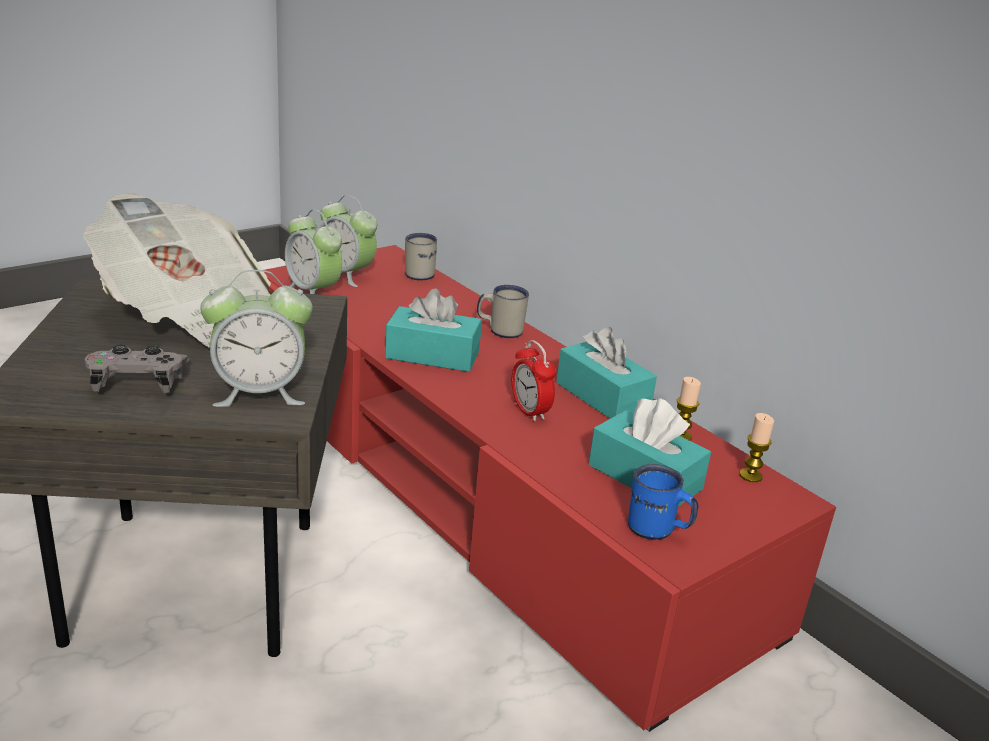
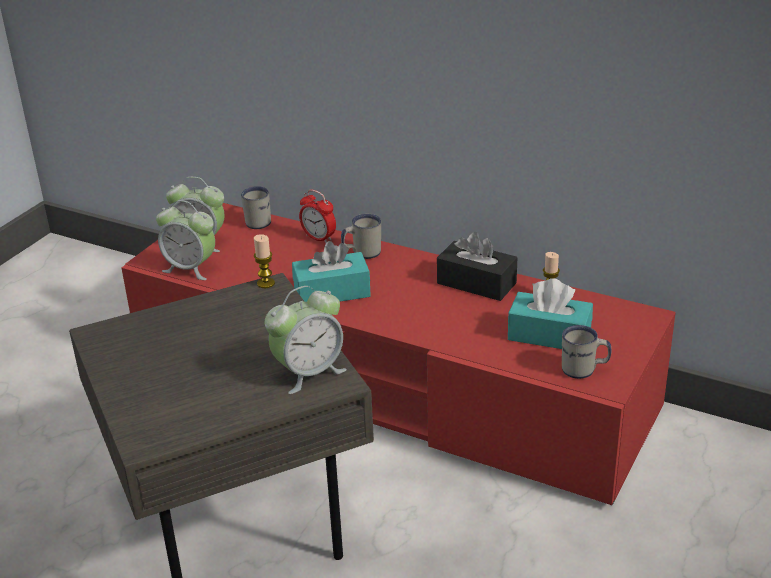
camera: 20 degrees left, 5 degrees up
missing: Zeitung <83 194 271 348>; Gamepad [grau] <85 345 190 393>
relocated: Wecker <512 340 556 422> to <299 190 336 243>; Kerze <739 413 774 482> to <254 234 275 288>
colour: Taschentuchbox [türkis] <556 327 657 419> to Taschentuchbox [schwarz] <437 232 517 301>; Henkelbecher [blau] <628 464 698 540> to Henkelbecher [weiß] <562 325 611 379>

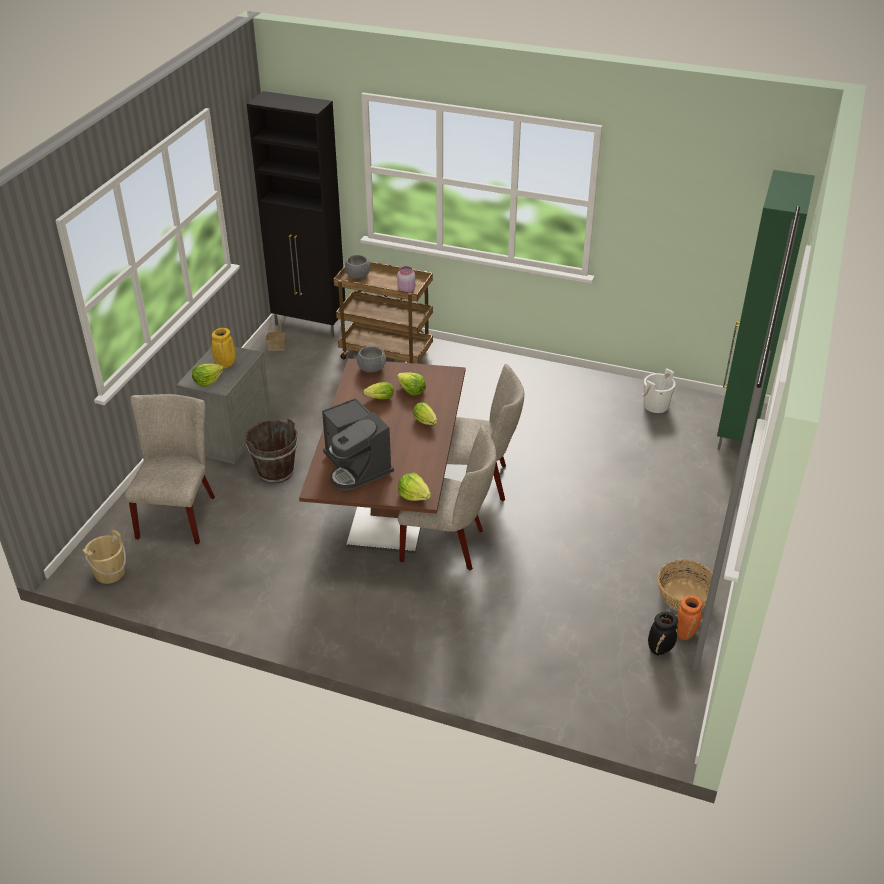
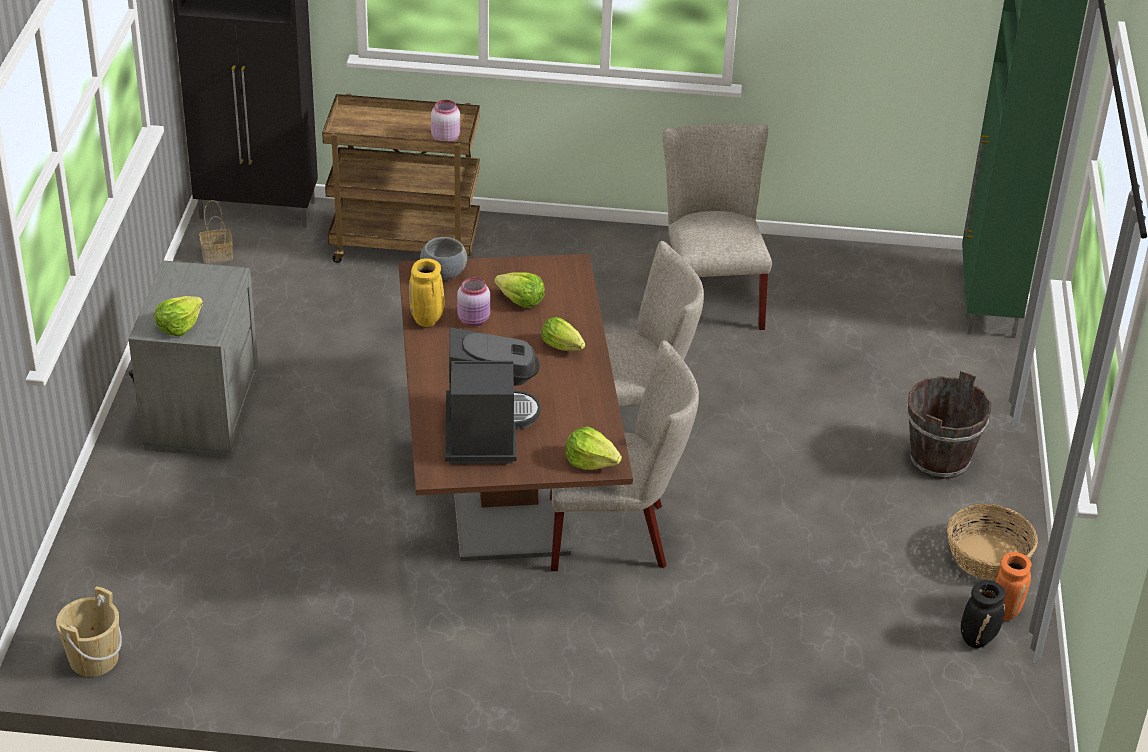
camera: 15 degrees left, 0 degrees up
missing: Schüssel [grau] <345 255 371 279>; Eimer [weiß] <642 368 676 413>
relocated: Stuhl [beige] <125 394 215 544> to <663 124 772 330>; Vase [gelb] <211 328 236 369> to <409 258 444 327>; Eimer [braun] <245 418 298 483> to <907 371 991 479>
exchanged: Salatkopf <363 382 394 399> to Vorratsglas [rosa] <457 278 490 326>
spun: Kaffeemaschine <322 398 394 490> = <445 327 541 464> 135 degrees counterclockwise

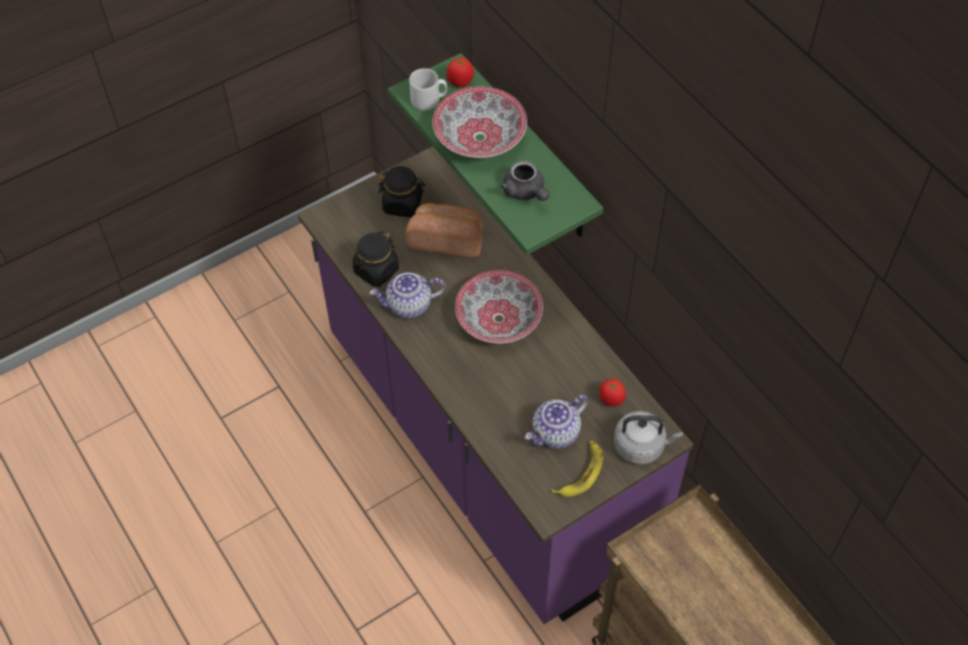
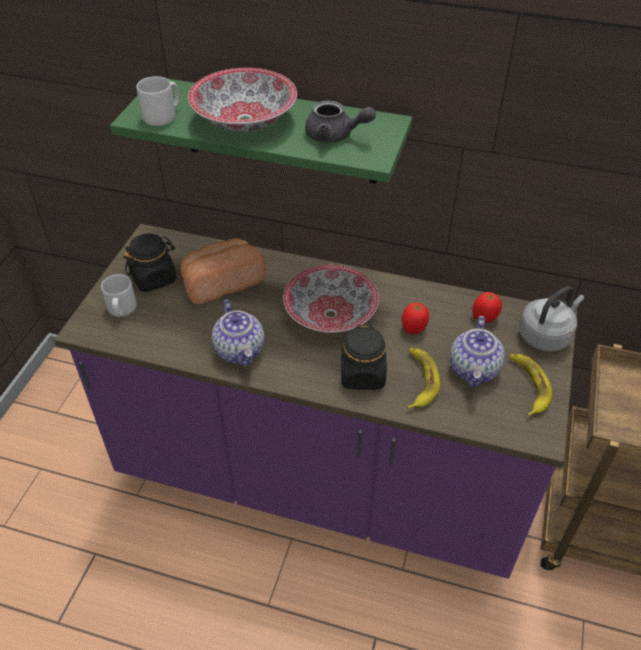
camera: 40 degrees left, 10 degrees down
appeared: Henkelbecher [grau] <101 274 137 317>; Banane <407 348 440 409>
relocated: Vorratsglas [schwarz] <353 231 399 287> to <341 324 387 390>; Tomate <446 57 474 87> to <402 303 429 334>
spun: Teekanne <370 272 446 319> = <212 299 265 367> 60 degrees counterclockwise

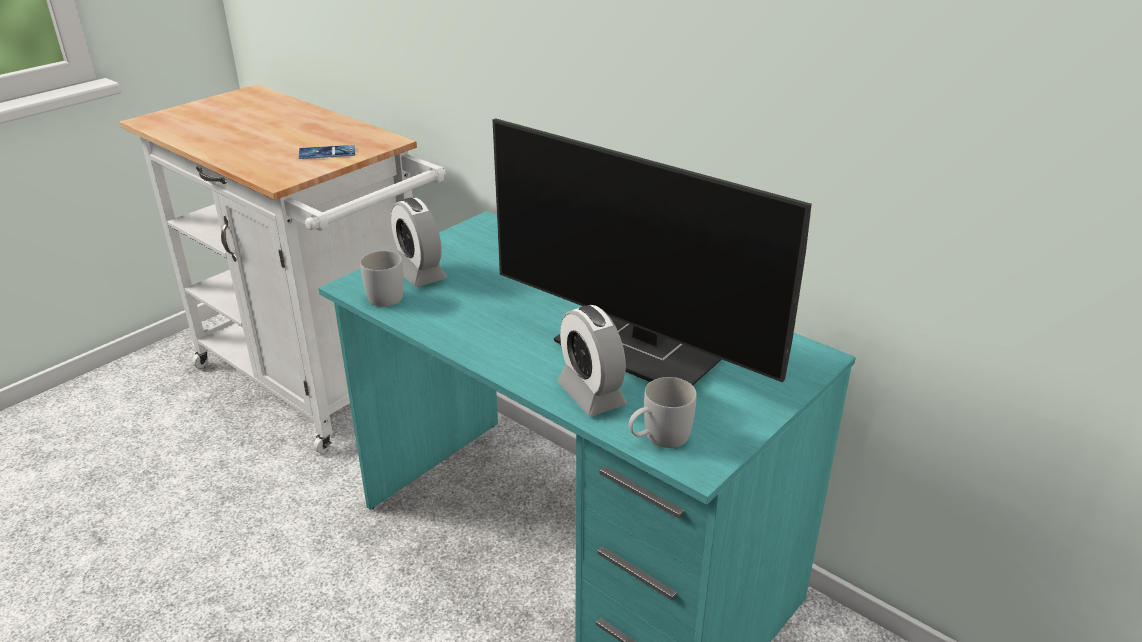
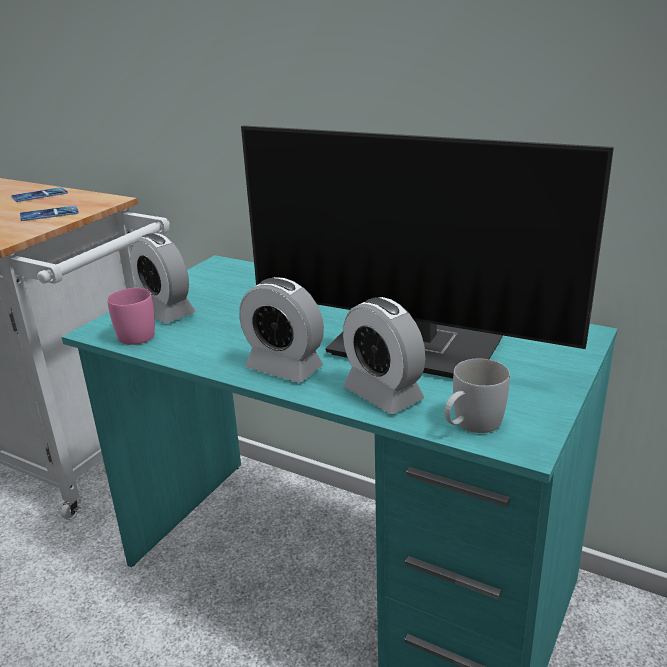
camera: 10 degrees left, 5 degrees down
appeared: Handy <11 187 68 202>; Wecker <239 277 324 383>
colour: Henkelbecher [weiß] <360 251 404 307> to Henkelbecher [rosa] <107 288 155 345>

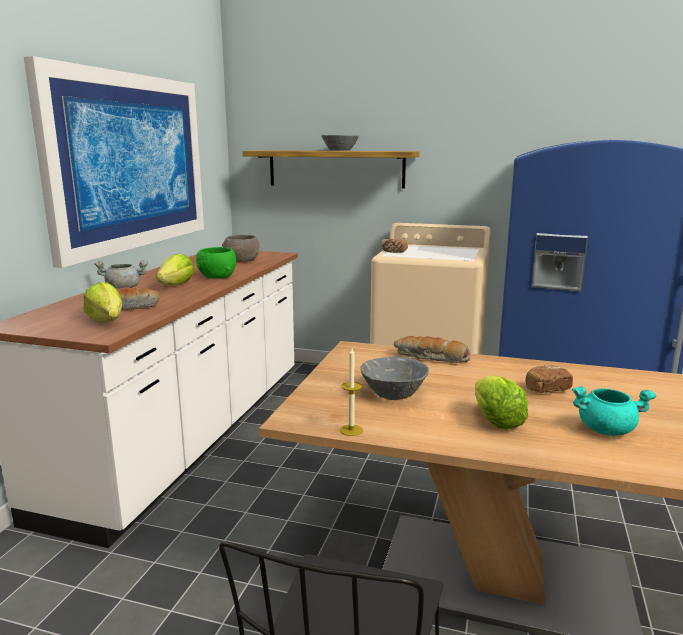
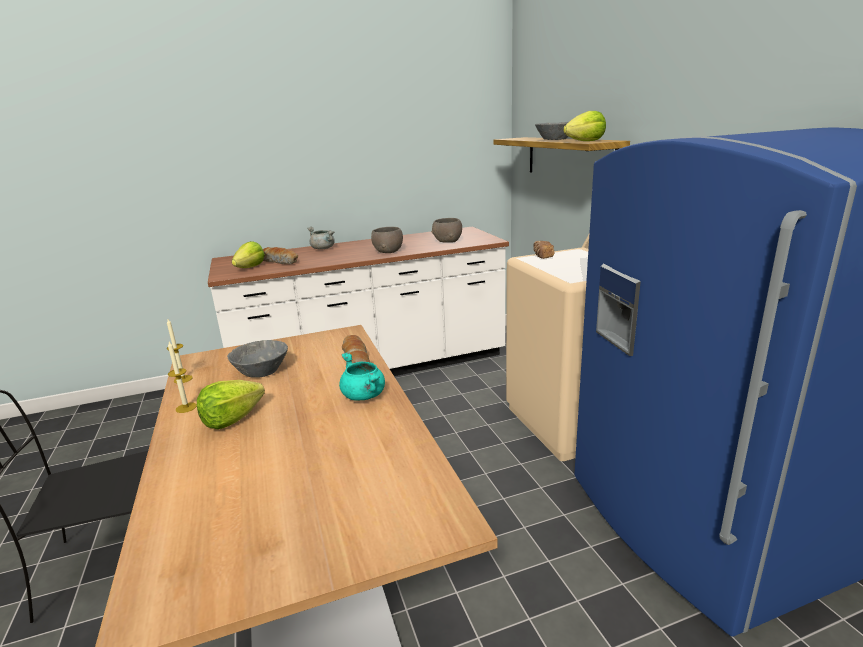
camera: 55 degrees right, 5 degrees up
missing: Bild <24 56 204 268>; Brot <526 365 573 393>
appeared: Kerze <168 342 197 413>
relocated: Salatkopf <156 254 194 285> to <563 111 606 141>; Kochtopf [türkis] <572 386 656 436> to <339 353 385 400>
colour: Schüssel [grün] <196 247 236 278> to Schüssel [grau] <371 227 403 253>

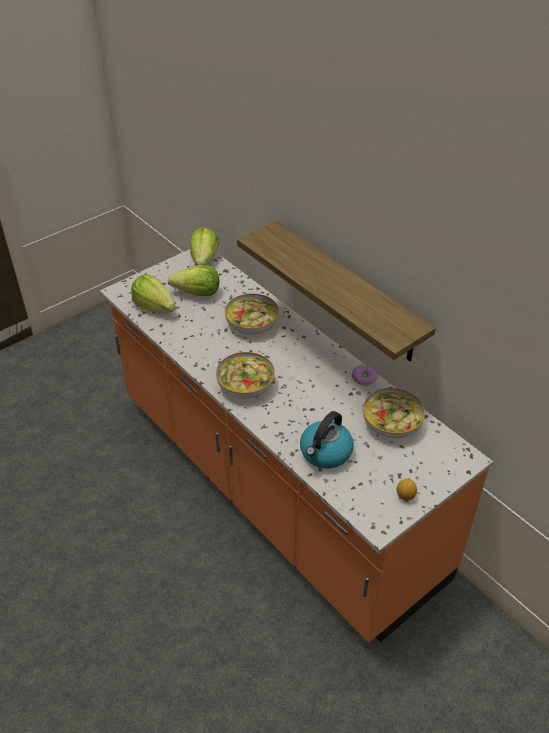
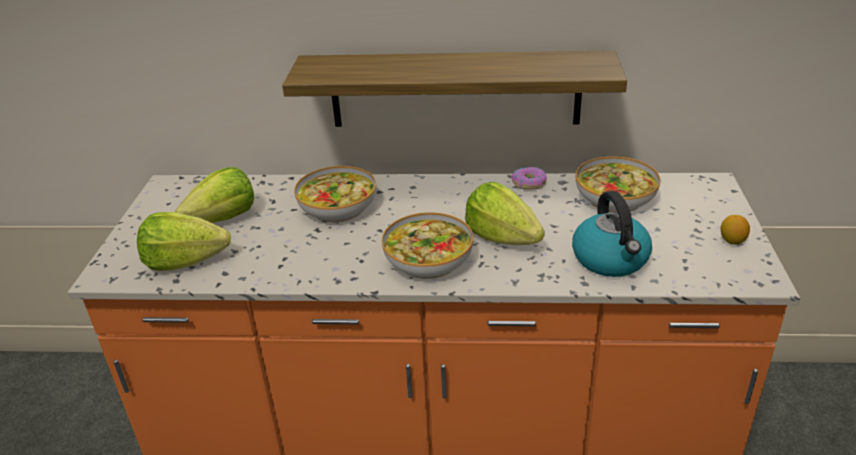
camera: 45 degrees left, 10 degrees down
relocated: Salatkopf <190 227 219 266> to <465 182 545 245>

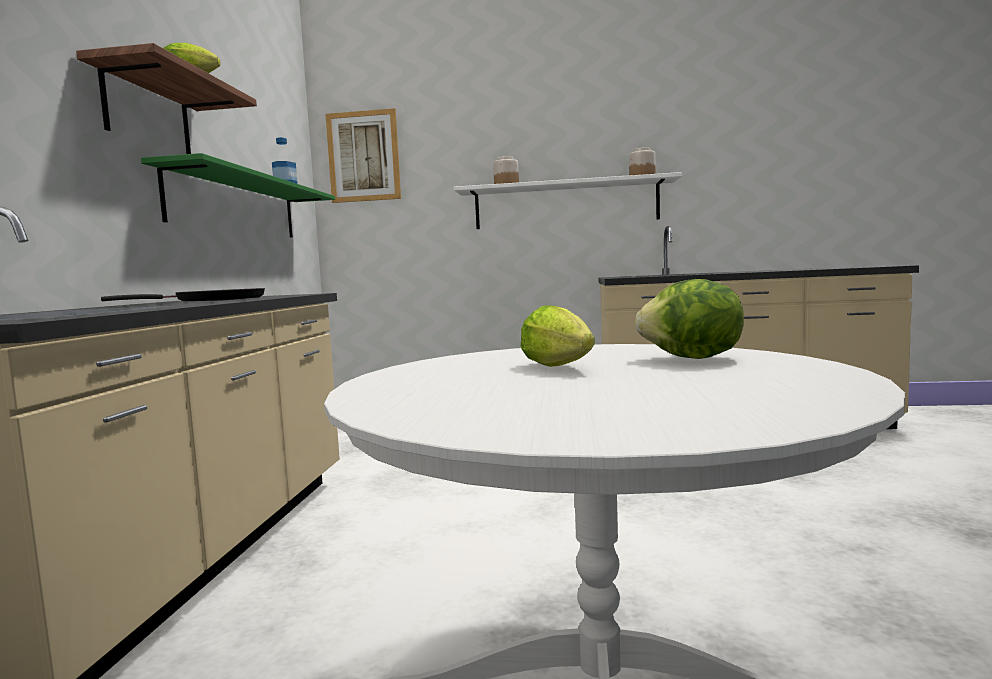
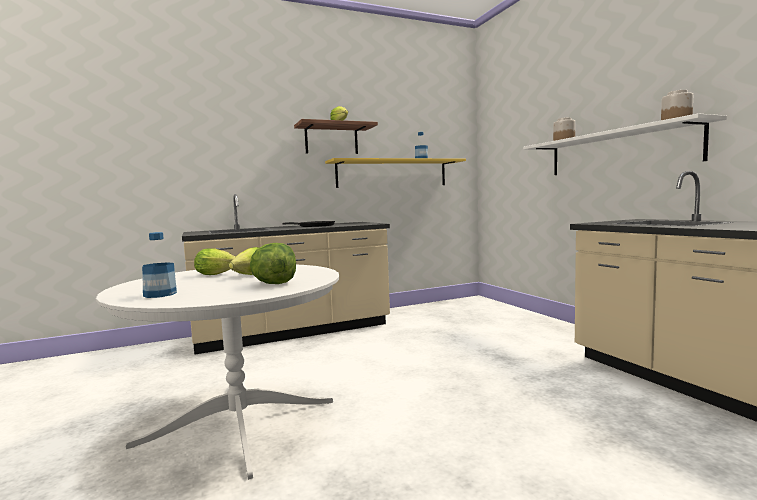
camera: 60 degrees right, 0 degrees up
missing: Bild <325 108 401 203>
appeared: Flasche <142 232 177 298>; Salatkopf <194 248 235 275>
colour: Wandregal [grün] <141 153 335 238> to Wandregal [gelb] <325 158 466 188>

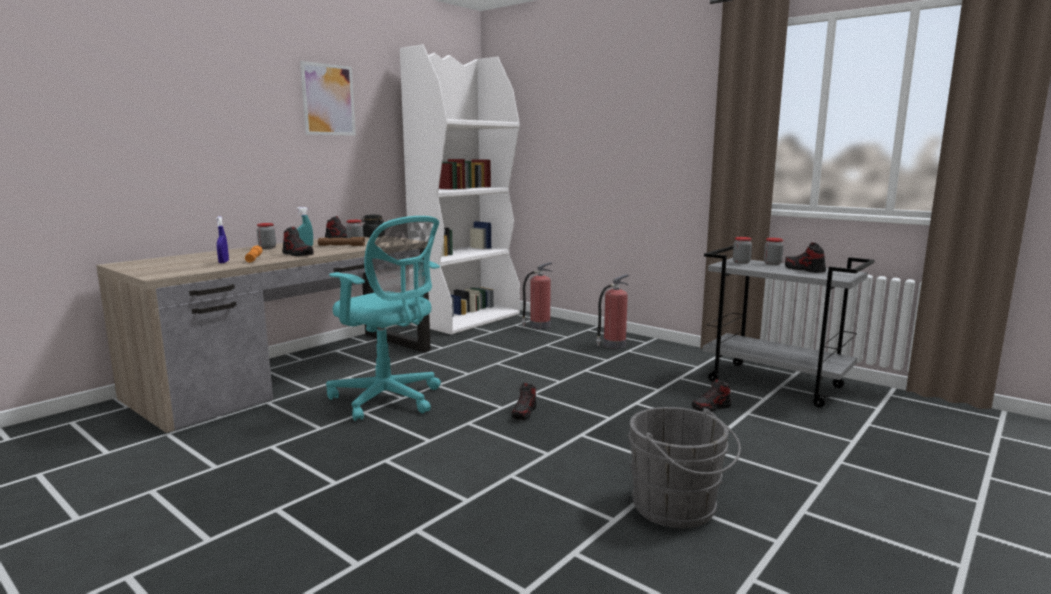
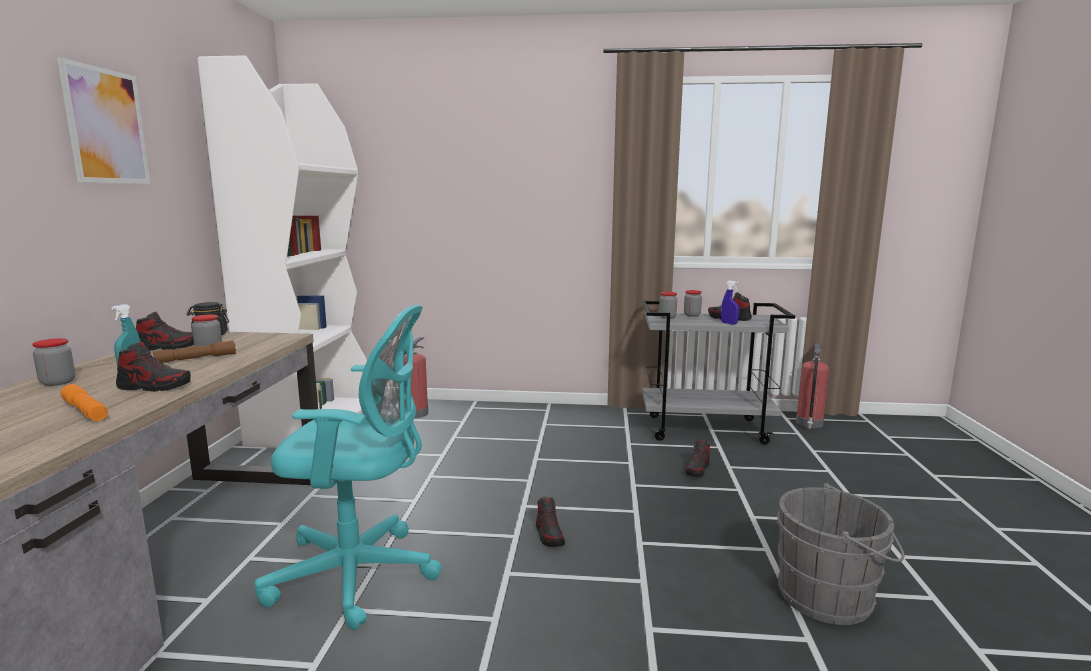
camera: 35 degrees left, 0 degrees up
relocated: Sprühflasche [blau] <216 216 229 263> to <721 280 739 324>; Feuerlöscher <596 274 629 349> to <796 343 829 429>

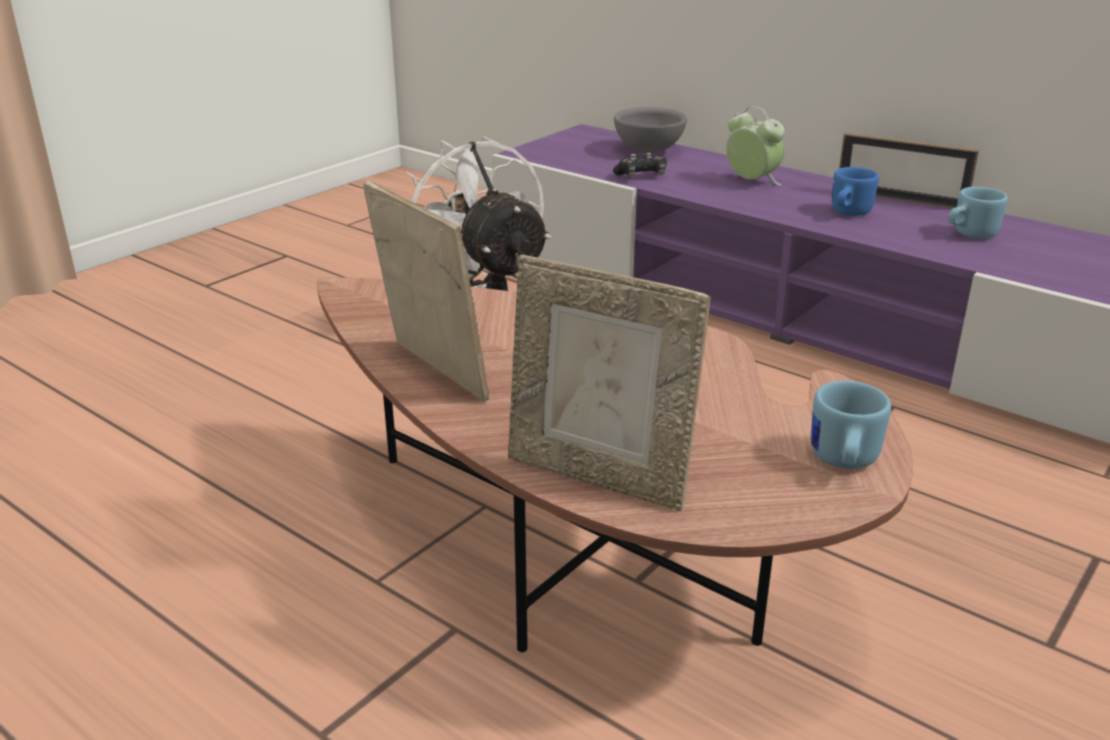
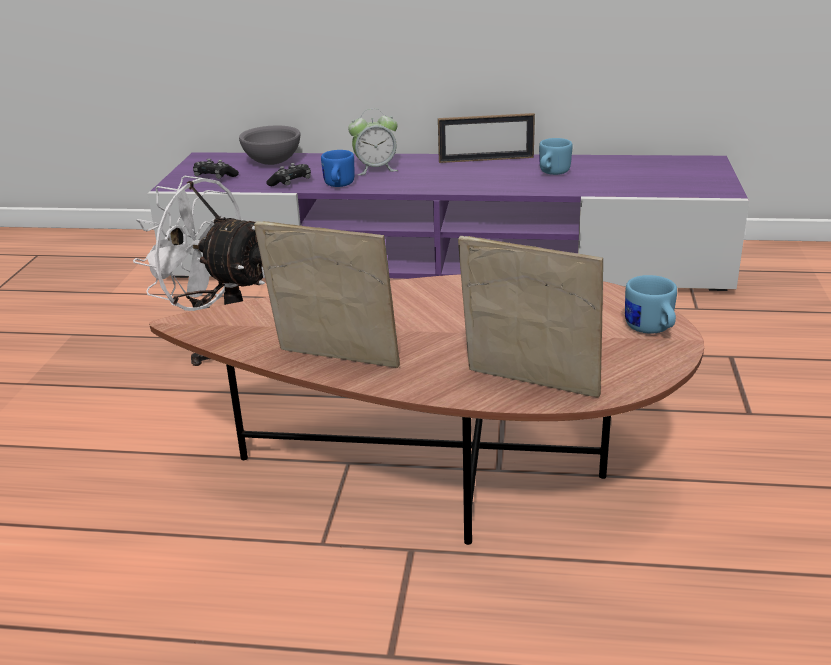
camera: 30 degrees left, 0 degrees up
appeared: Gamepad [schwarz] <193 159 239 179>
relocated: Henkelbecher [blau] <832 167 879 216> to <321 150 355 187>
spun: Bilderrahmen <508 255 711 511> = <458 236 603 398> 150 degrees counterclockwise; Wecker <726 106 784 186> = <348 109 398 175> 150 degrees clockwise

